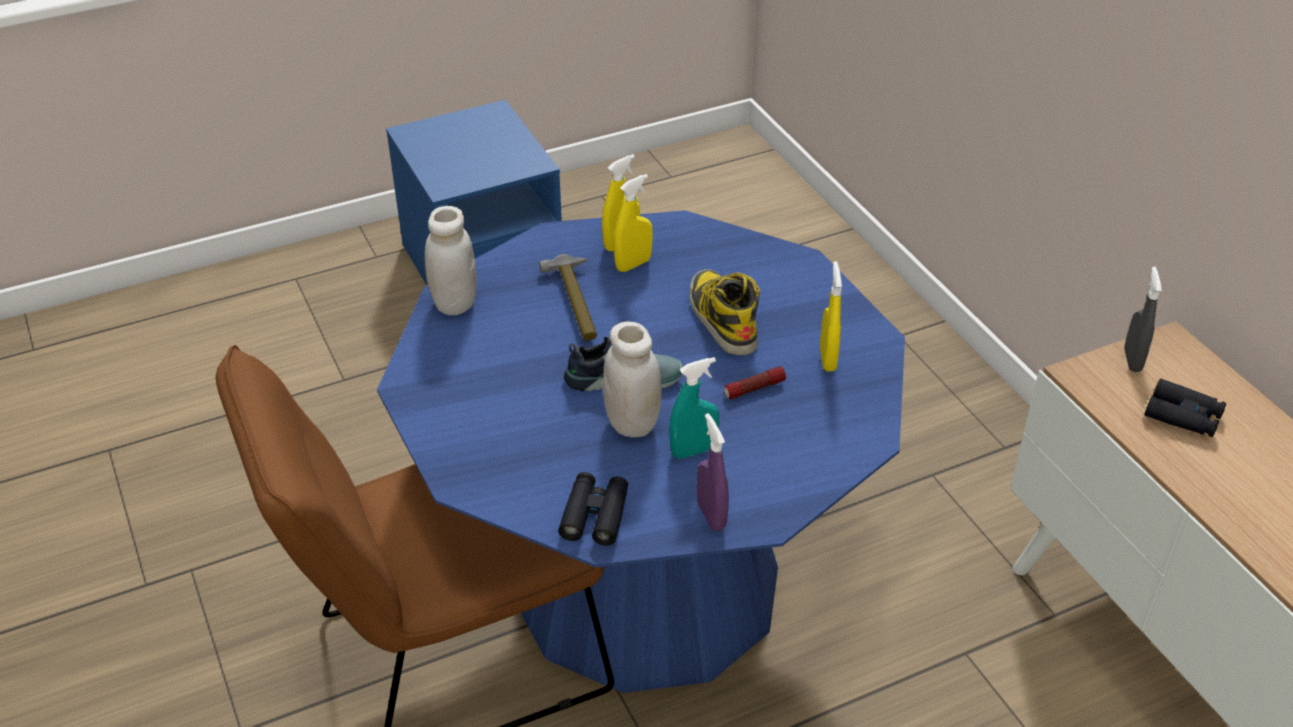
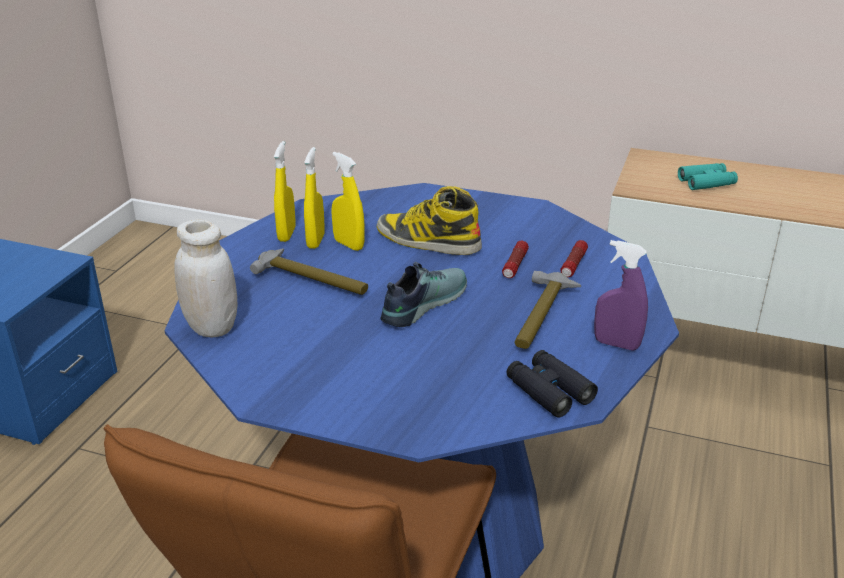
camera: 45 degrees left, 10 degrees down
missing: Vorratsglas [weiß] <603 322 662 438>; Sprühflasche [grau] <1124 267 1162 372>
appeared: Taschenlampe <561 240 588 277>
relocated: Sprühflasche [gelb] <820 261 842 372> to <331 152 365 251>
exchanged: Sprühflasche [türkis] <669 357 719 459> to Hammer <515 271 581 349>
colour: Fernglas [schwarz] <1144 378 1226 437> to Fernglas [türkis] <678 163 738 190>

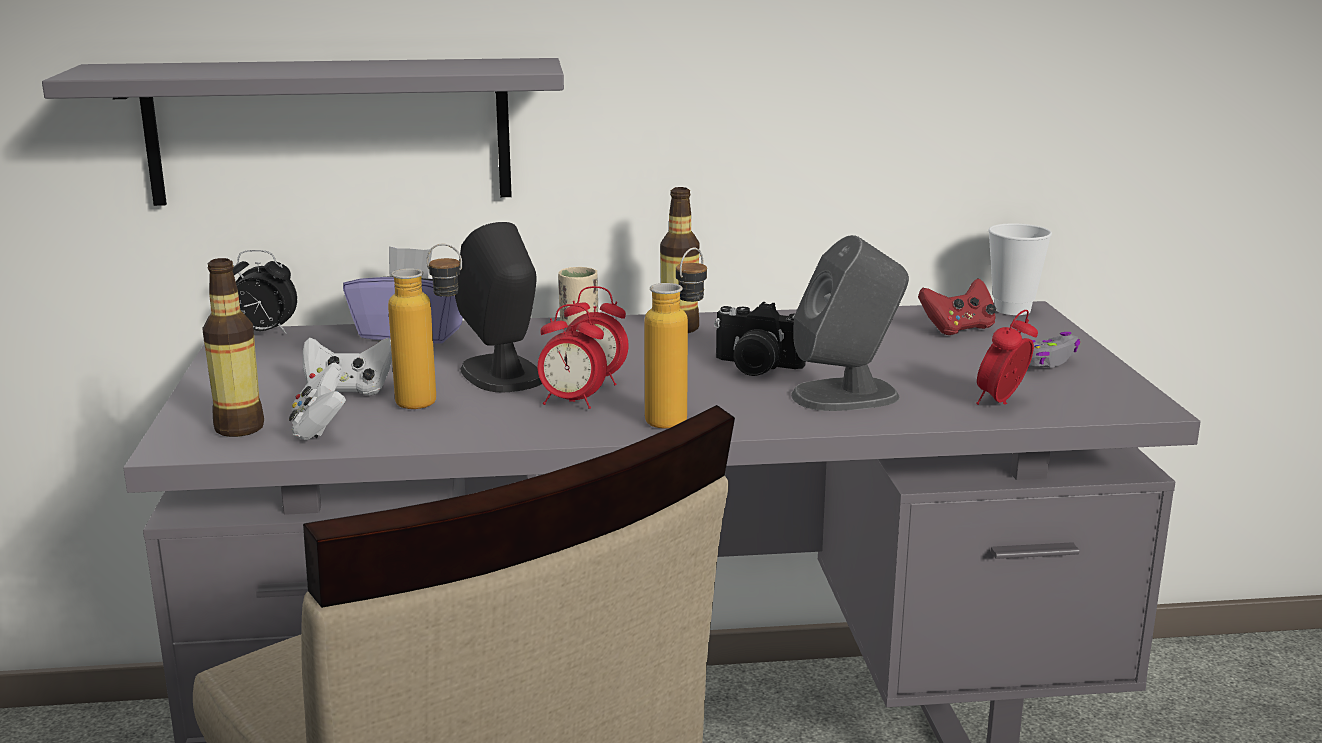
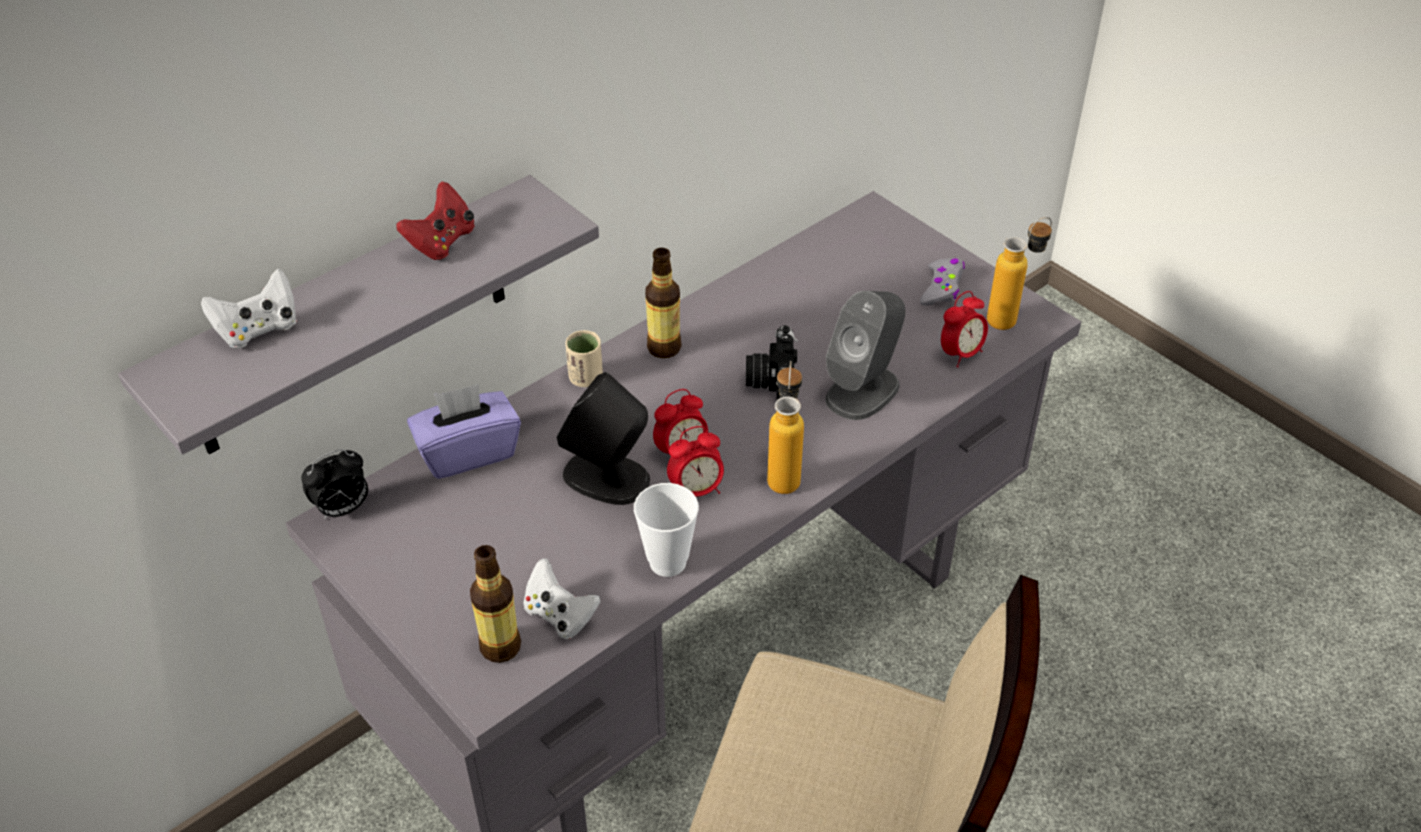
camera: 35 degrees left, 25 degrees up
relocated: Gamepad [weiß] <303 337 392 396> to <201 269 297 348>; Flasche <388 244 462 409> to <987 217 1052 330>; Gamepad [rot] <918 279 996 335> to <396 181 474 260>; Tasse <988 223 1052 315> to <634 483 699 577>
spun: Kamera <714 302 806 376> = <746 325 798 400> 105 degrees clockwise; Wecker <976 310 1038 405> = <941 291 988 367> 135 degrees counterclockwise

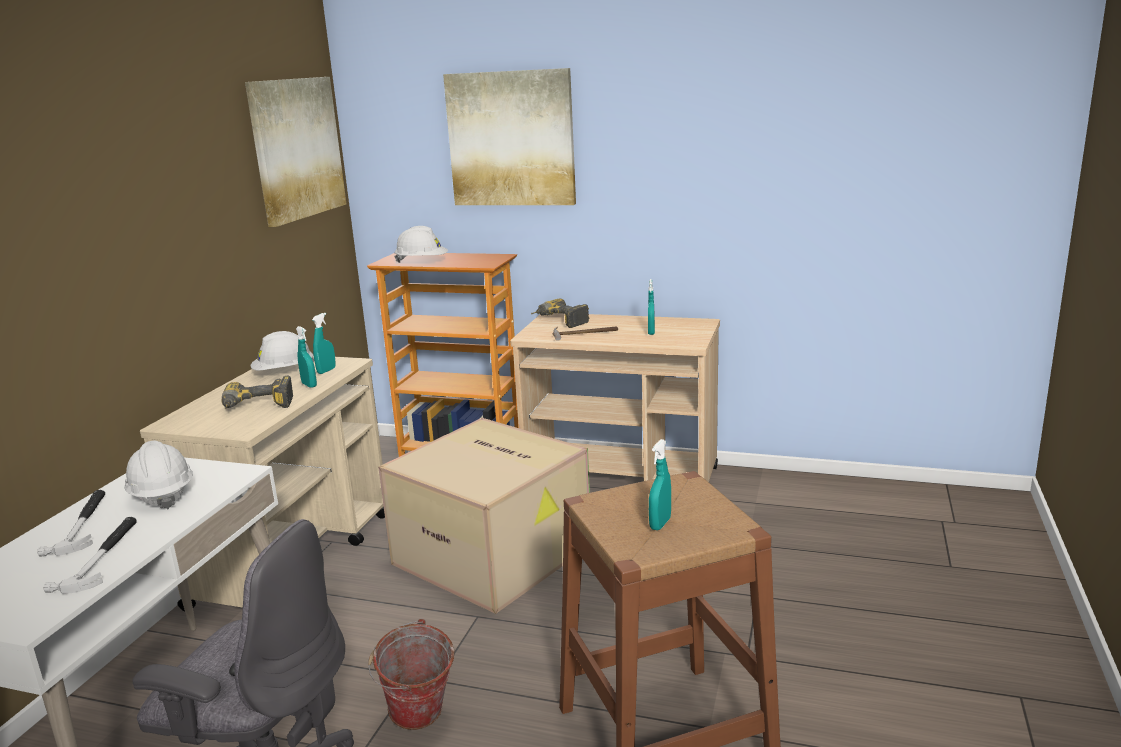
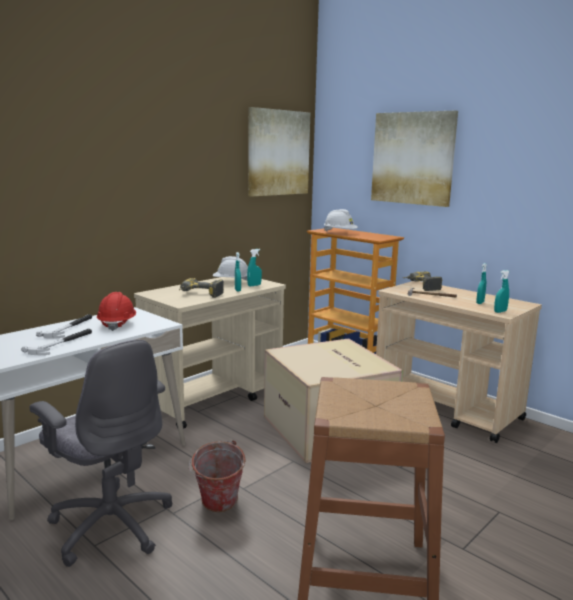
camera: 25 degrees right, 5 degrees down
relocated: Sprühflasche [türkis] <649 439 671 530> to <494 270 509 313>
colour: Schutzhelm [weiß] <124 440 193 509> to Schutzhelm [rot] <97 292 136 331>

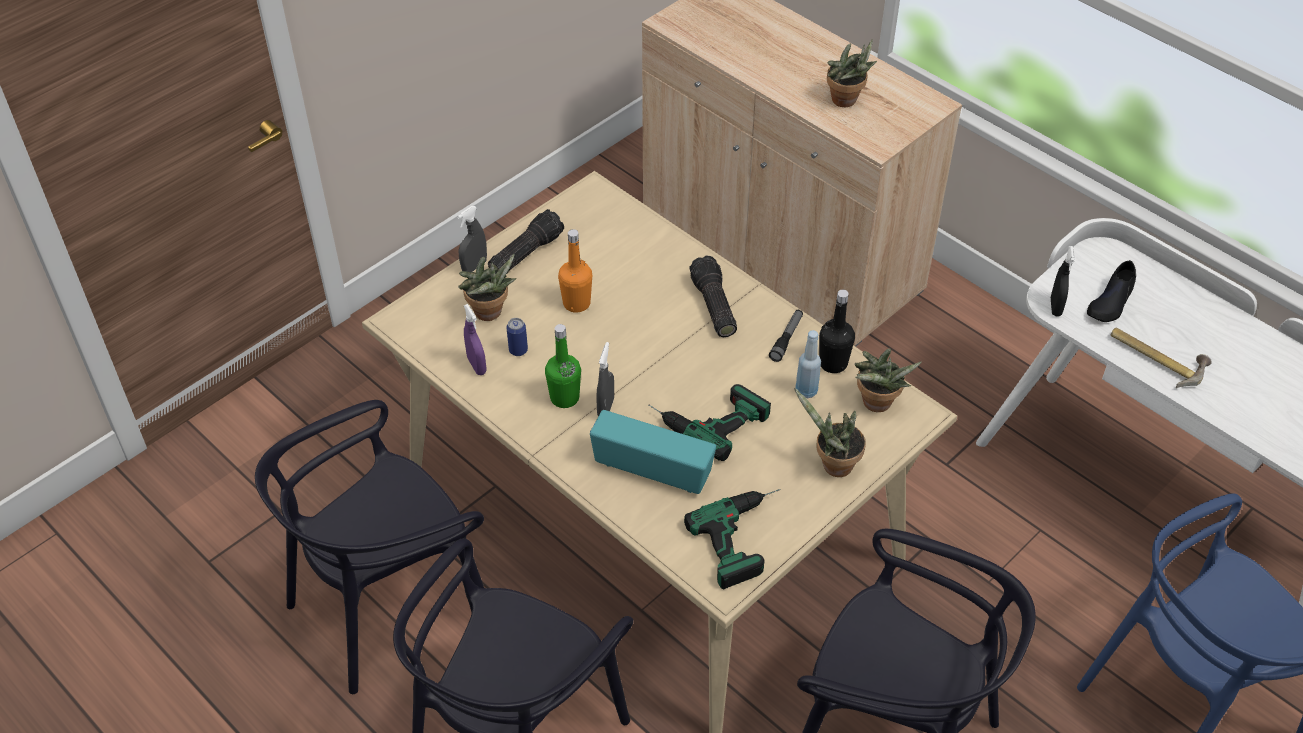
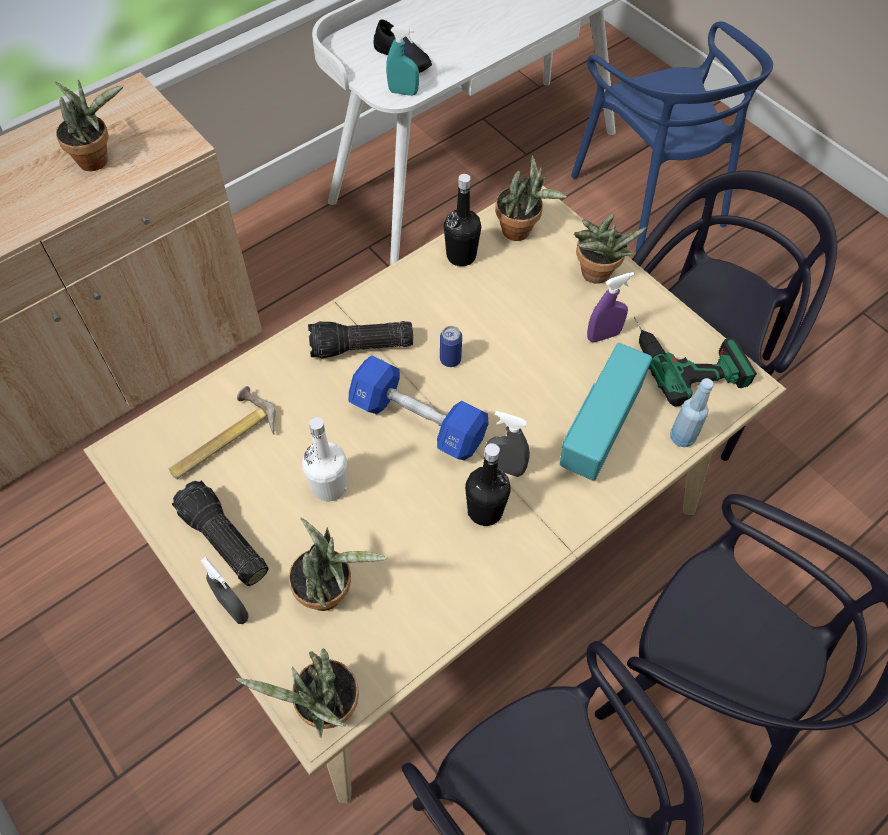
camera: 85 degrees left, 10 degrees up
missing: Bohrmaschine <648 384 771 461>; Taschenlampe <769 310 803 362>
appeared: Topfpflanze <236 648 359 738>; Hantel [blau] <349 355 489 460>
relocated: Sprühflasche [lila] <464 304 486 375> to <587 272 634 343>; Dose <506 318 528 356> to <440 326 462 367>; Flasche [blau] <796 330 821 398> to <670 378 714 447>; Hammer <1110 327 1212 388> to <169 386 276 479>
colour: Flasche [grün] <545 324 581 408> to Flasche [schwarz] <465 443 511 526>; Flasche [orange] <558 229 592 313> to Flasche [weiß] <302 417 347 501>; Sprühflasche [schwarz] <1051 246 1075 317> to Sprühflasche [türkis] <386 26 419 96>

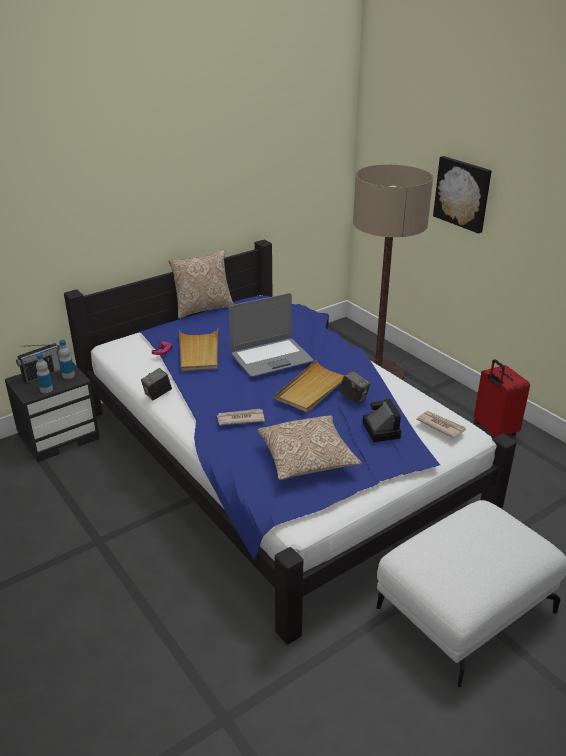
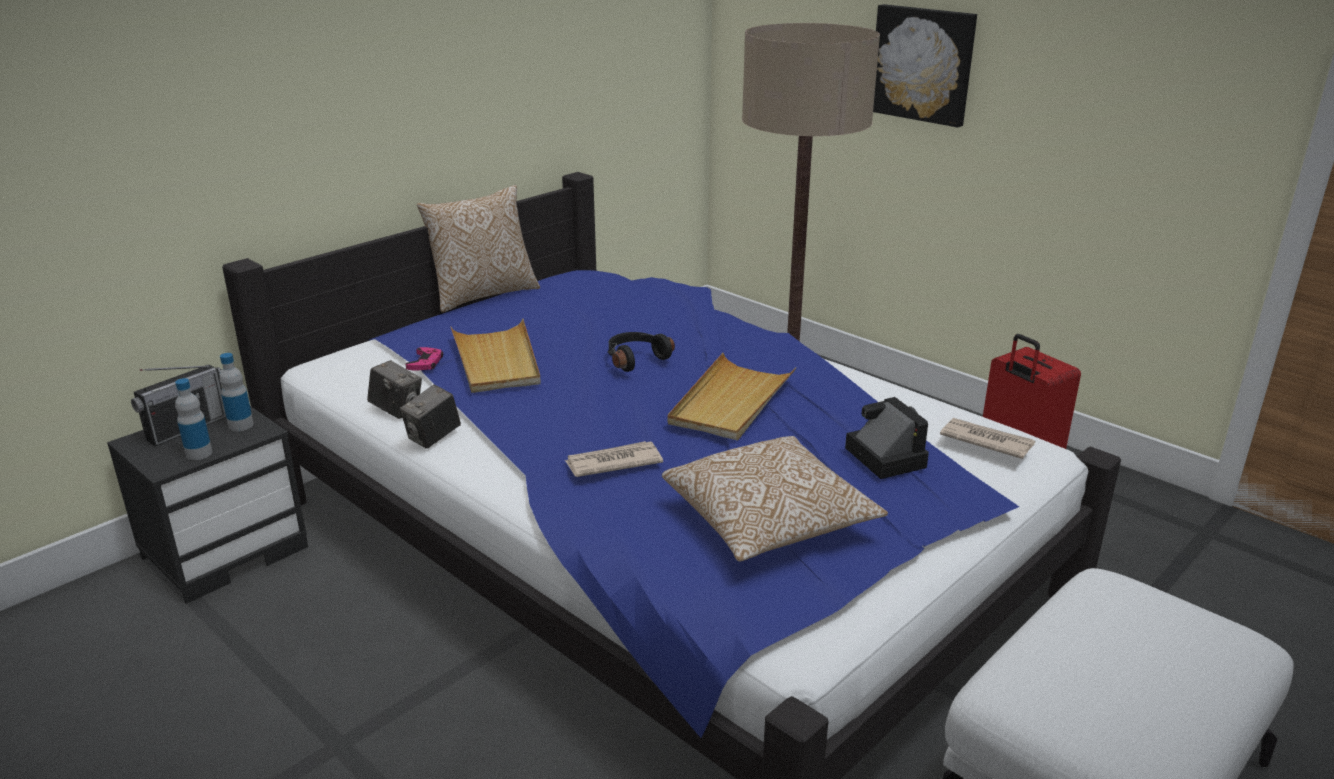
camera: 10 degrees left, 5 degrees down
relocated: Kamera <339 371 371 404> to <367 360 422 419>
exchanged: Laptop <228 293 313 377> to Kopfhörer [schwarz] <607 332 675 372>

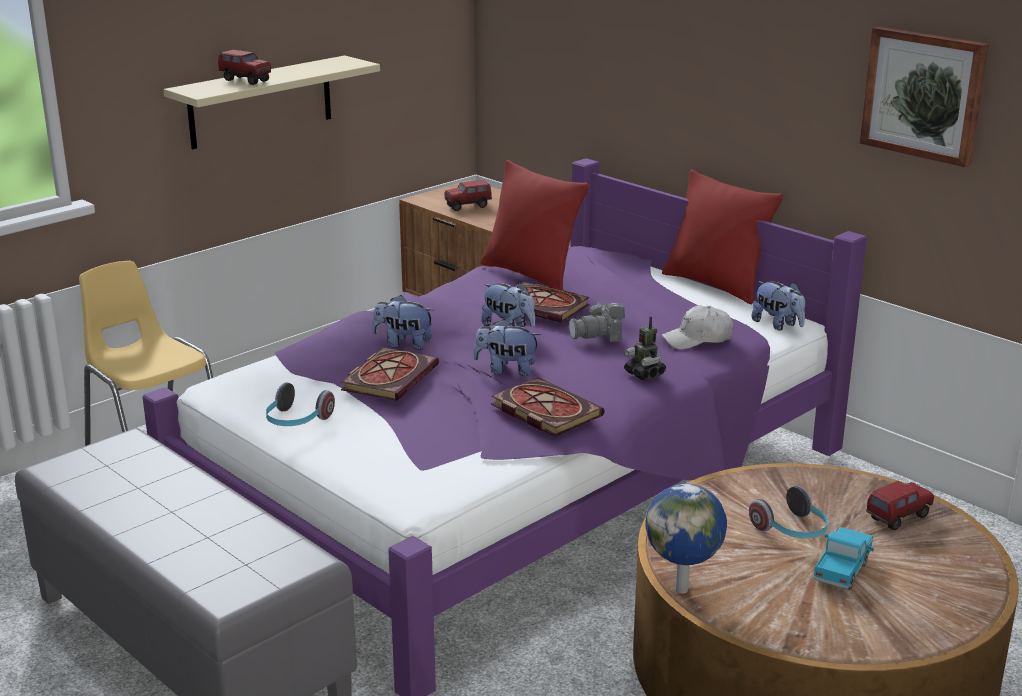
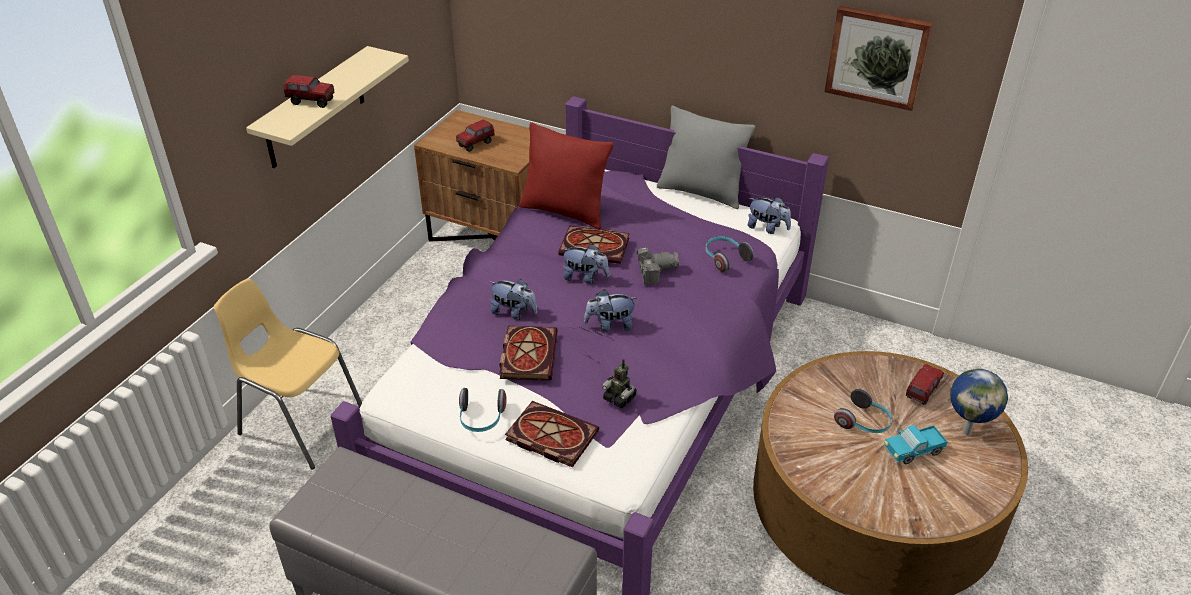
camera: 20 degrees left, 15 degrees up
relocated: Buch <491 377 604 437> to <505 401 599 467>; Spielzeugroboter <624 316 666 380> to <602 359 637 408>; Globus <645 484 727 594> to <950 369 1008 435>
exchanged: Kappe [weiß] <662 306 733 349> to Kopfhörer <706 237 754 272>
colour: Kissen [rot] <662 170 783 305> to Kissen [grau] <657 106 755 209>
spun: Plüschtier <372 295 434 350> = <490 279 537 320> 150 degrees counterclockwise; Kamera <569 303 625 342> = <637 248 679 285> 150 degrees counterclockwise; Spielzeuglaster <813 527 874 590> = <884 425 948 464> 120 degrees counterclockwise

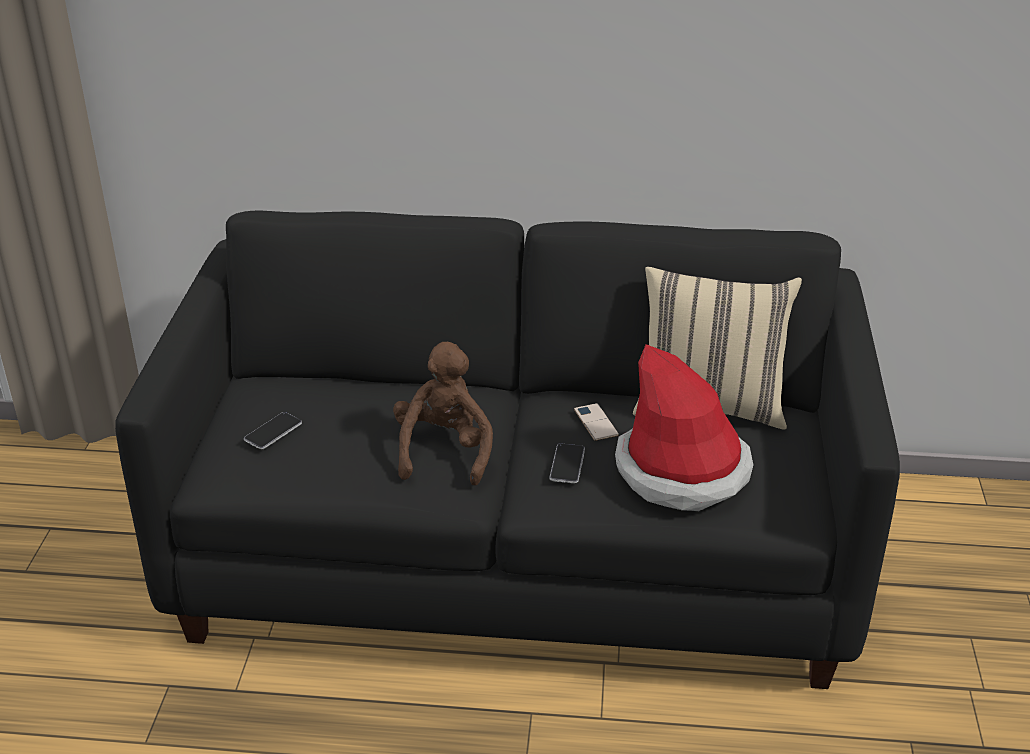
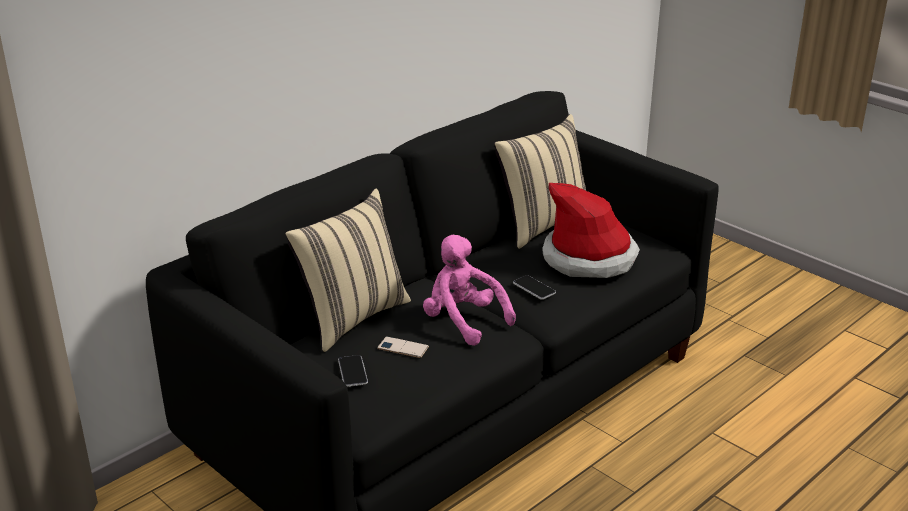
camera: 50 degrees left, 5 degrees down
appeared: Kissen [beige] <285 189 411 352>
relocated: Handy <574 403 619 441> to <377 336 429 358>
colour: Plüschtier [braun] <393 342 493 486> to Plüschtier [rosa] <423 235 516 346>

